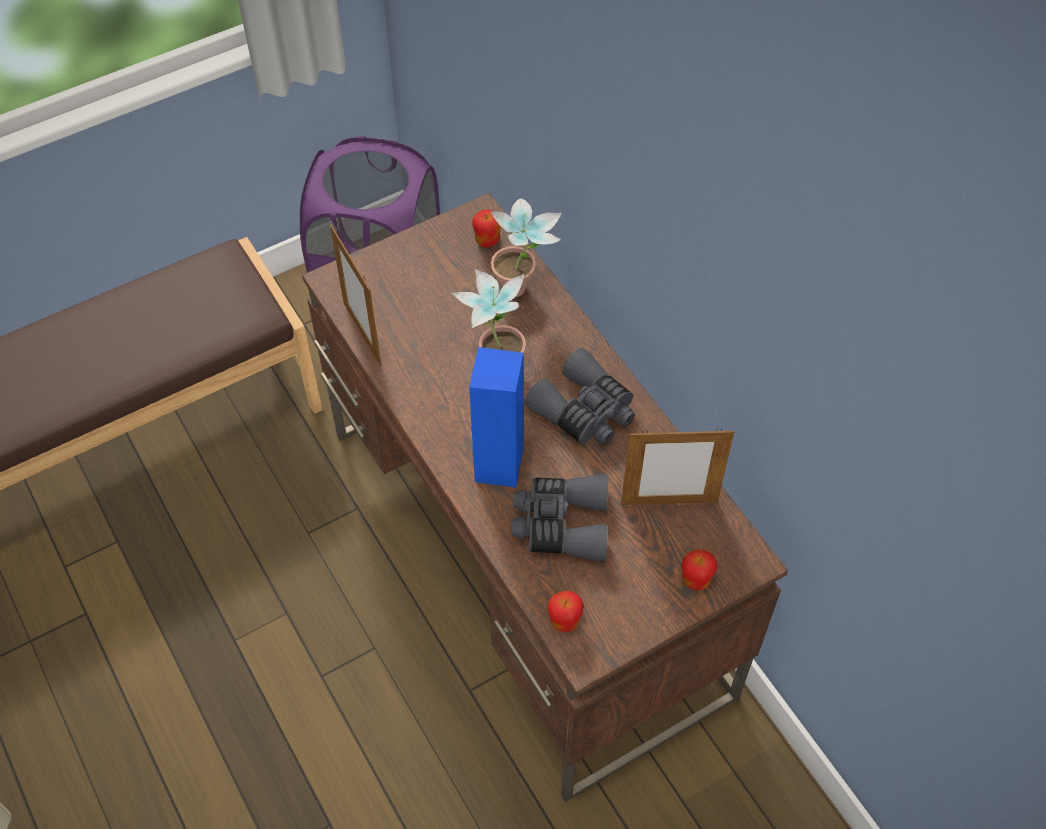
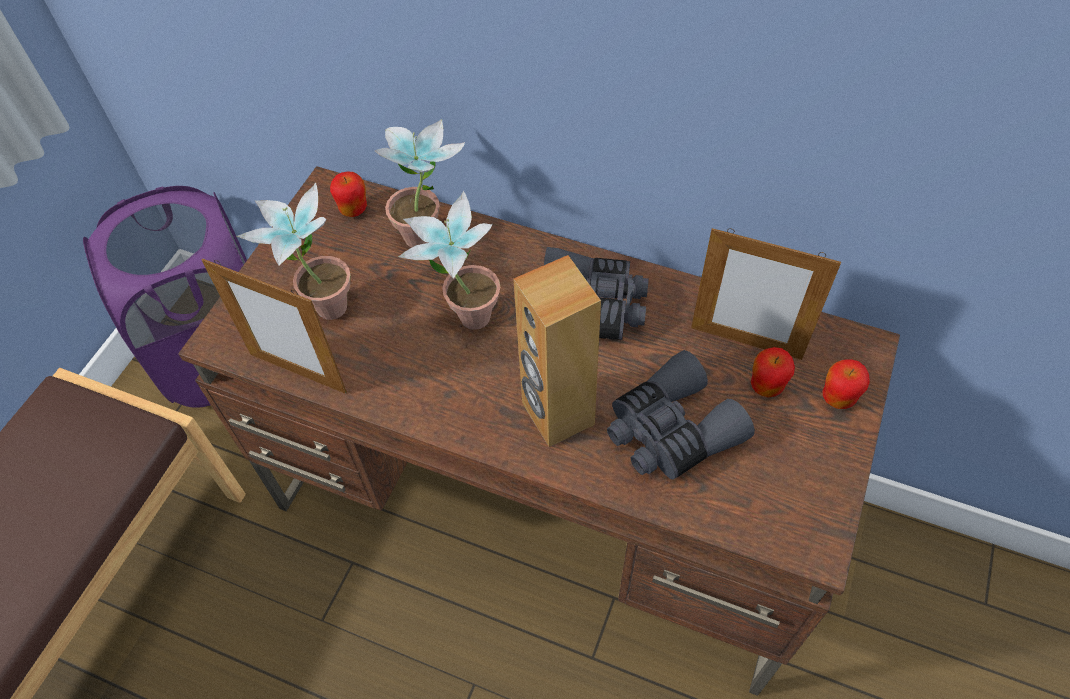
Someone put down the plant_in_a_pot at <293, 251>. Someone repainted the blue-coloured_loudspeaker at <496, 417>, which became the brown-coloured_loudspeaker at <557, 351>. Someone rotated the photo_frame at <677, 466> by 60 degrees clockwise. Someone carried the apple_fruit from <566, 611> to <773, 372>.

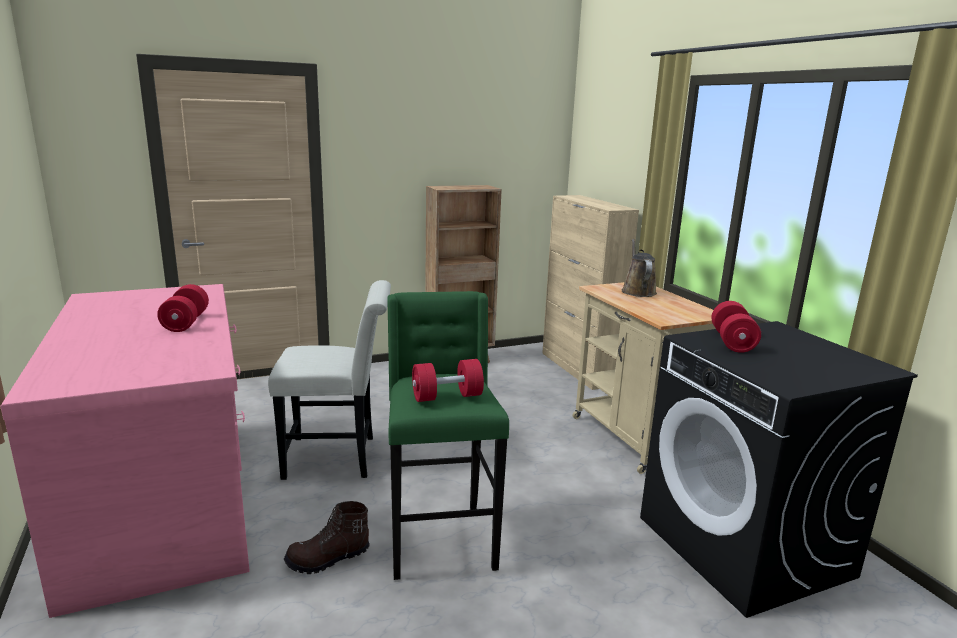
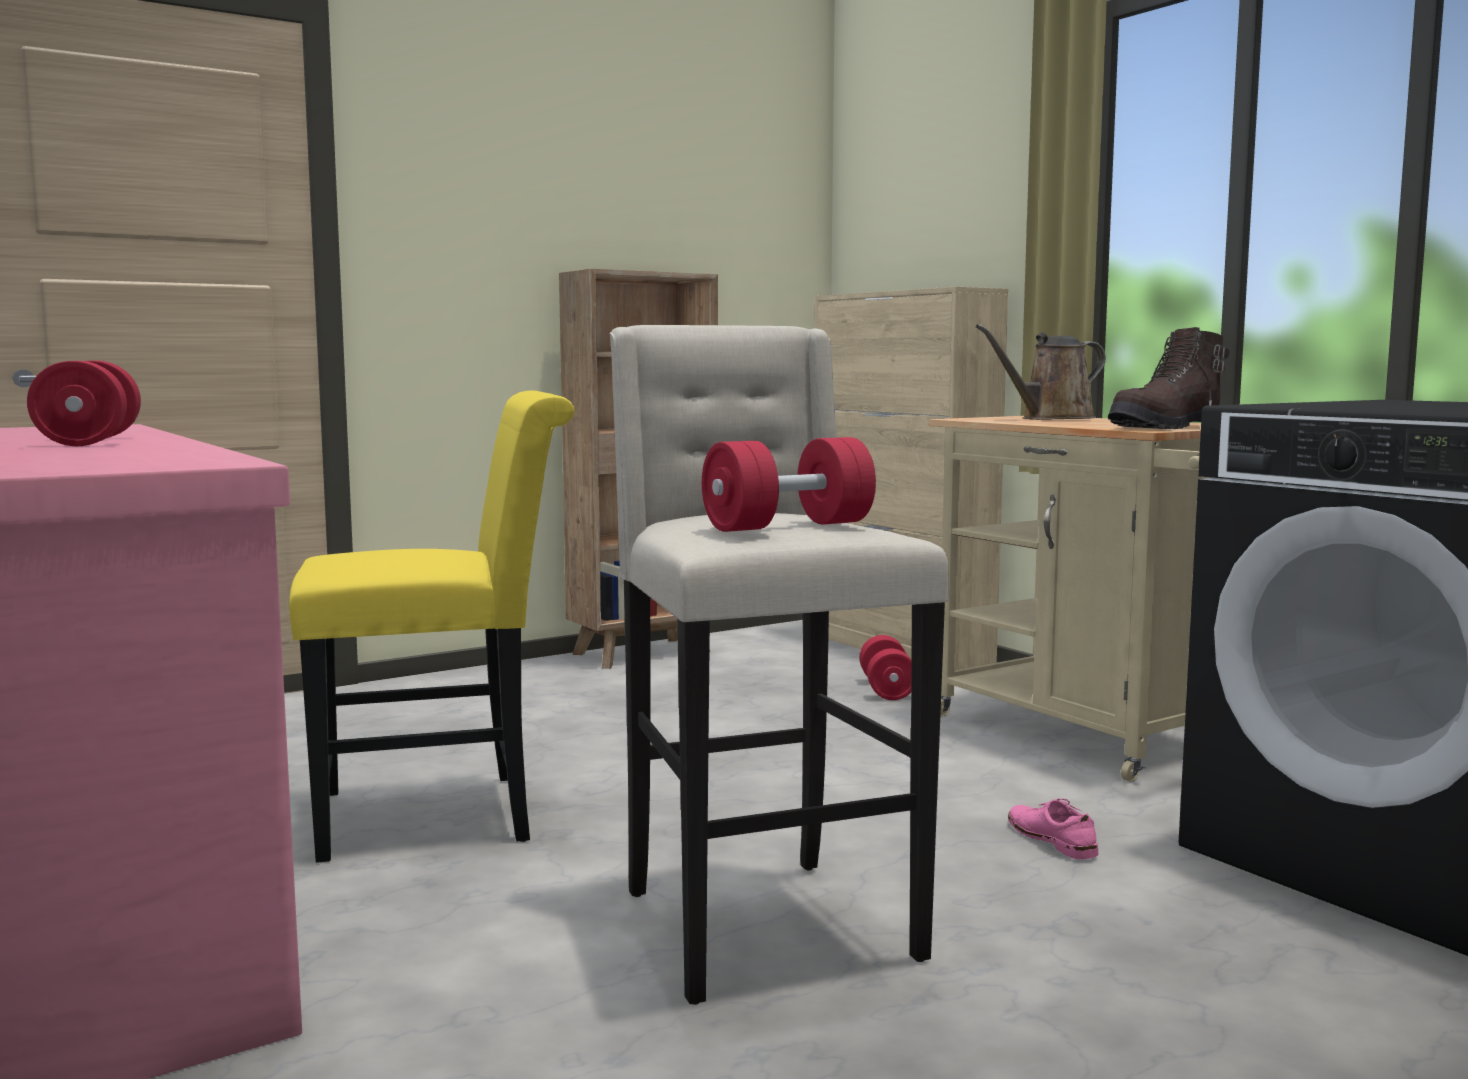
Someone repainted the white-coloured_plain_chair at <329, 380>, which became the yellowish_plain_chair at <432, 626>. Someone repainted the green_stool_seat at <448, 435>, which became the beige-coloured_stool_seat at <779, 665>. Someone carried the red-coloured_dumbbell from <736, 327> to <885, 667>. Someone rotated the brown-coloured_watering_can at <639, 268> by 105 degrees counterclockwise. Someone put down the pinkish_shoe at <1053, 828>. Someone carried the brown-coloured_tall_boot from <327, 537> to <1169, 378>.

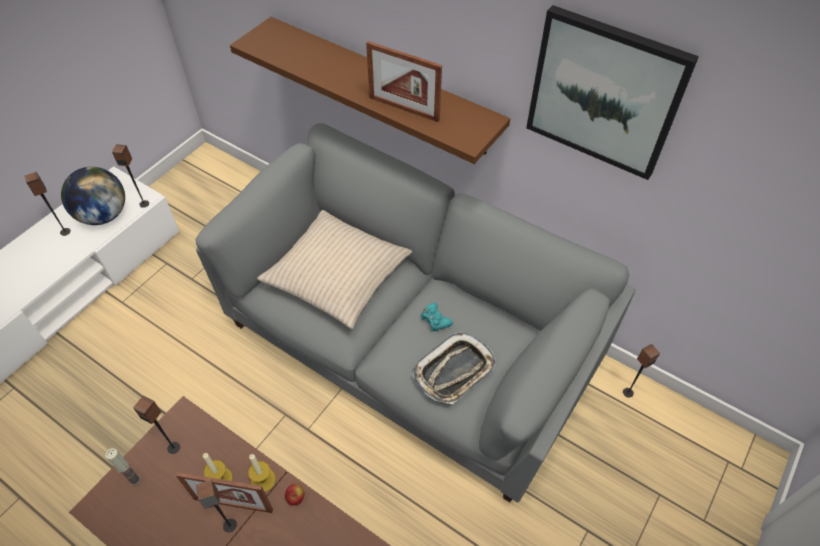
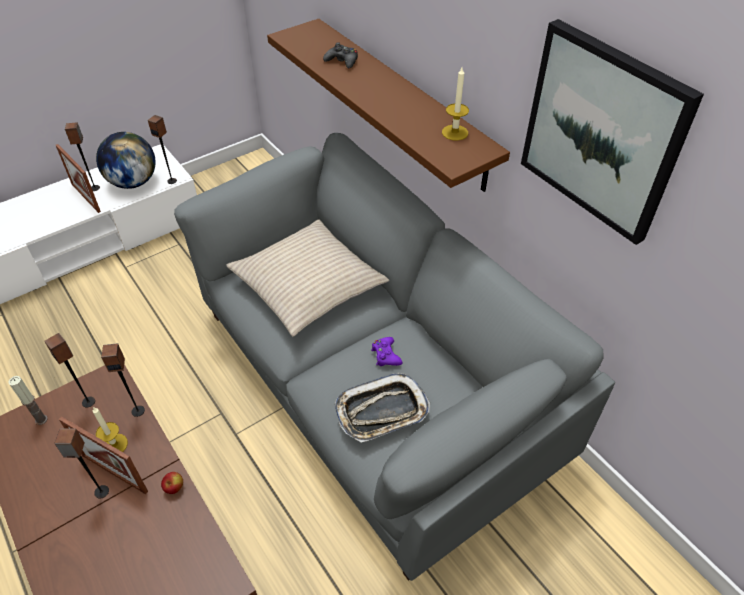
Someone carried the photo_frame from <404, 81> to <78, 178>. Someone carried the loudspeaker from <641, 371> to <123, 380>. Someone put down the black_game_controller at <340, 55>. Someone repainted the turquoise-coloured_game_controller at <437, 317>, which became the purple-coloured_game_controller at <386, 351>. Someone carried the wax_candle from <262, 473> to <455, 104>.

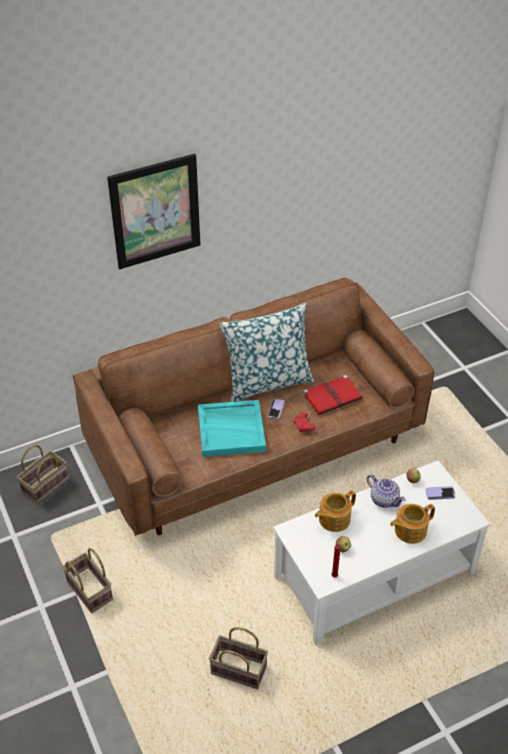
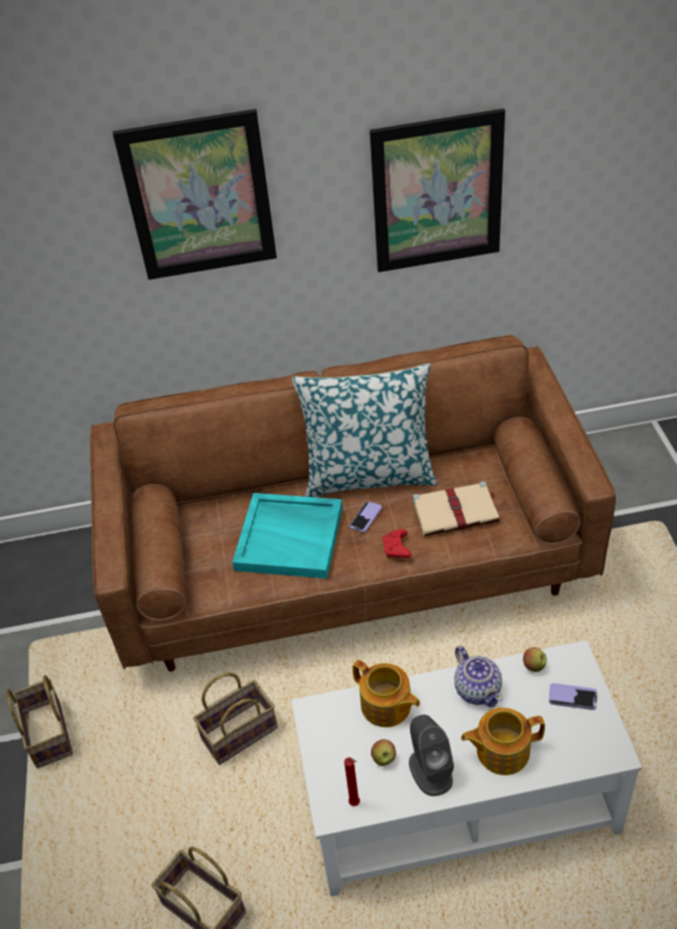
Someone carried the storage_basket from <43, 474> to <235, 718>. Someone rotated the pot_for_tea at <335, 511> by 120 degrees counterclockwise. Someone put up the wall_art at <437, 190>. Someone put down the greyish_loudspeaker at <431, 755>. Someone repainted the red-coloured_book at <332, 395>, which became the beige-coloured_book at <456, 508>.

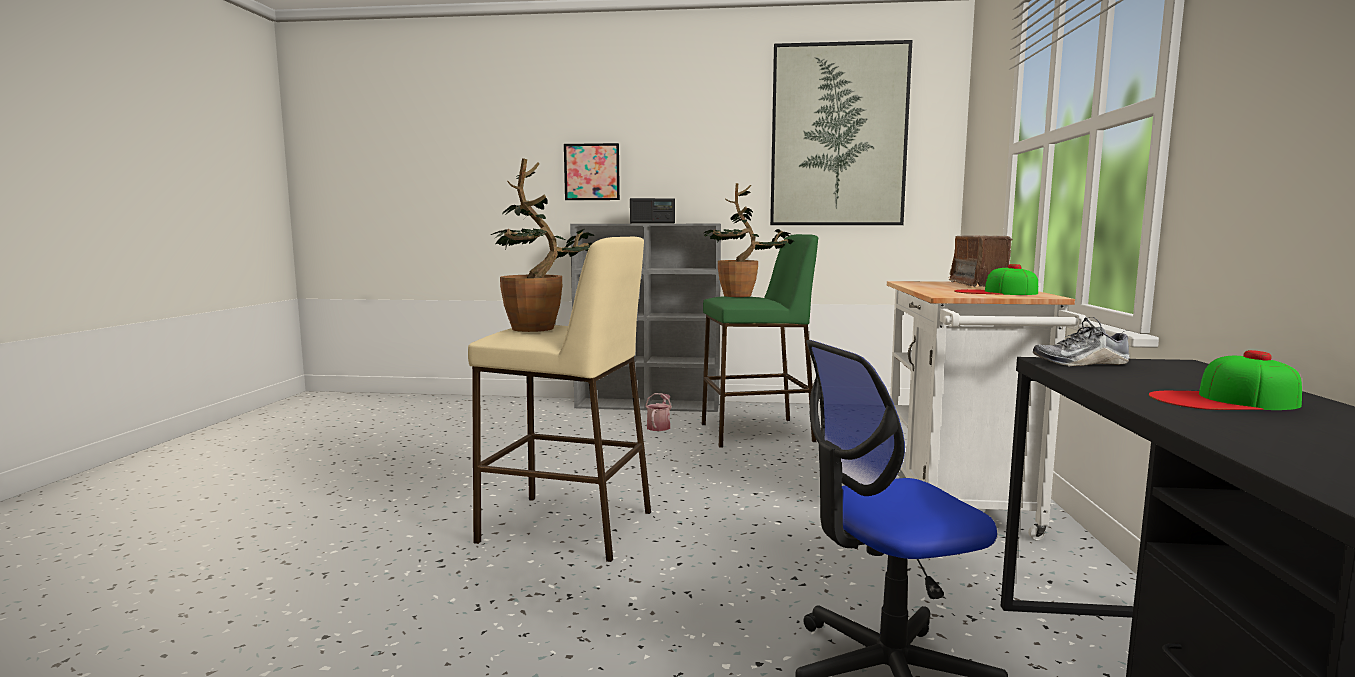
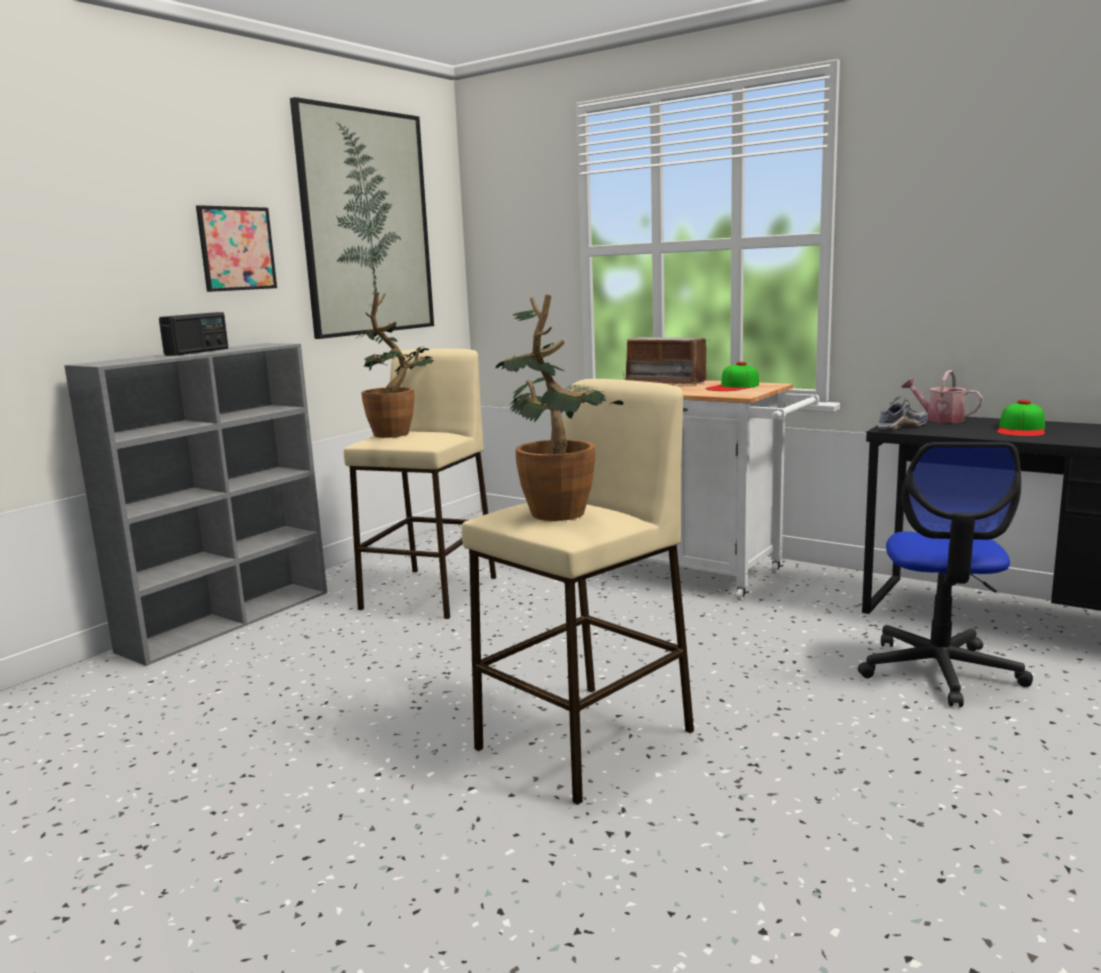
Someone carried the wall_art from <592, 171> to <236, 248>. Someone repainted the green_stool_seat at <760, 341>, which became the beige-coloured_stool_seat at <420, 484>. Someone rotated the shoe at <1081, 342> by 150 degrees counterclockwise. Someone carried the watering_can from <658, 412> to <942, 396>.

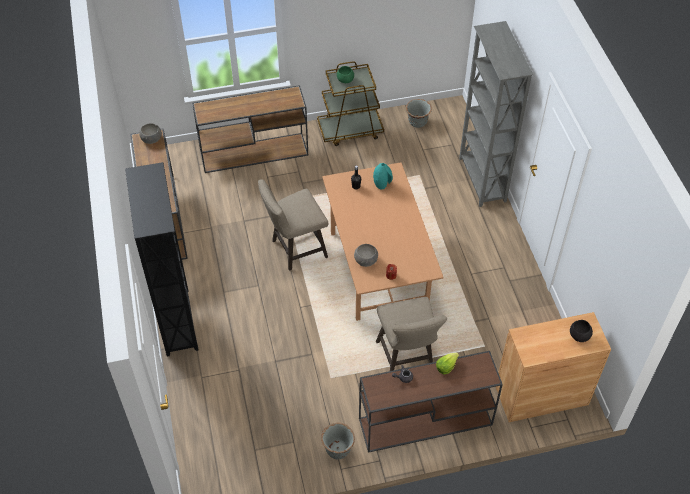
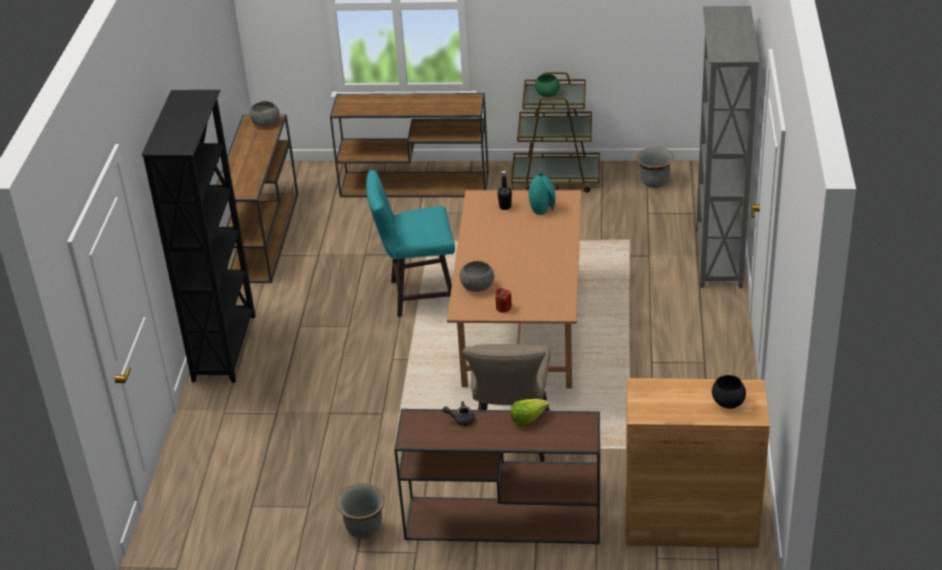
Someone repainted the beige-coloured_stool_seat at <293, 225>, which became the turquoise-coloured_stool_seat at <410, 243>.

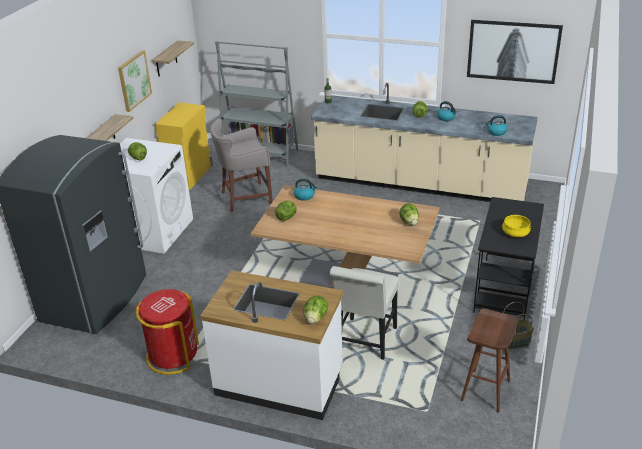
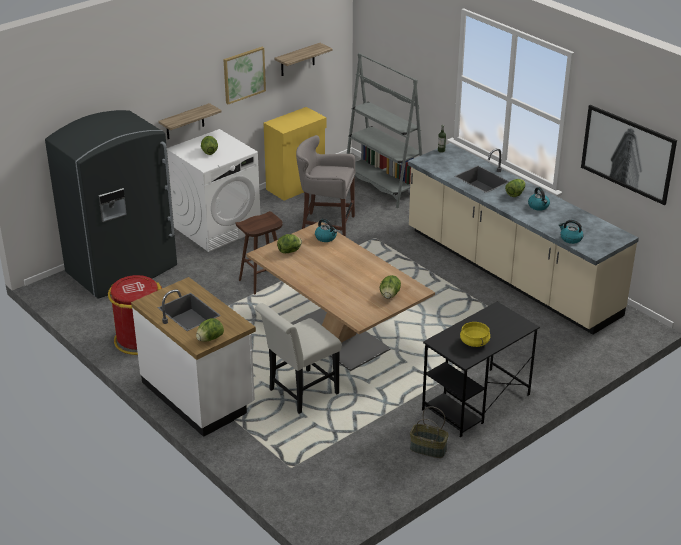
Someone carried the brown-coloured_stool_seat from <489, 360> to <259, 252>.

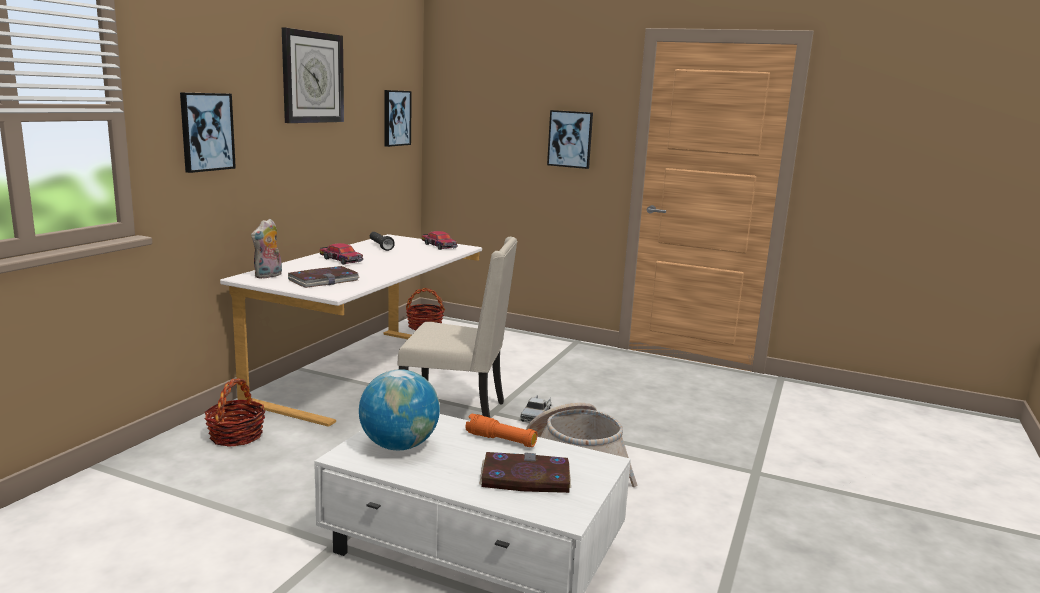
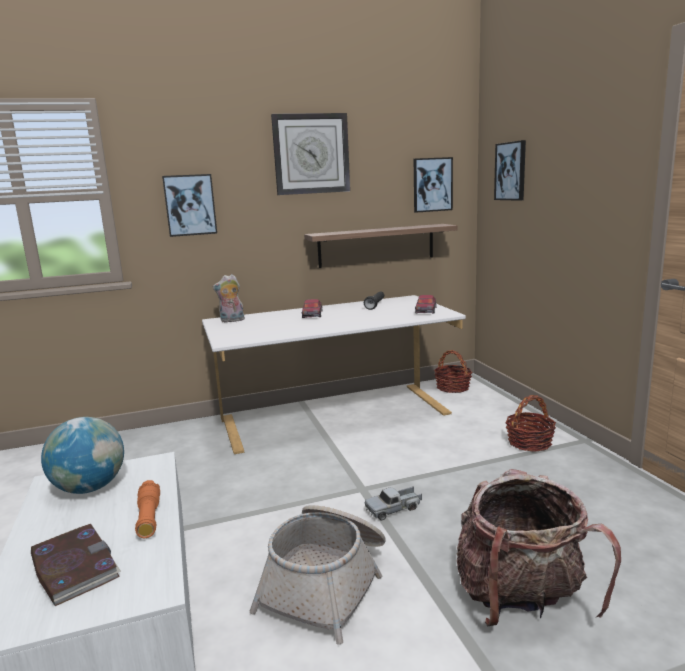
Someone put up the shelf at <380, 246>. Someone put down the knapsack at <538, 548>. Someone carried the wall_art from <570, 139> to <510, 170>. Someone carried the storage_basket from <235, 412> to <530, 423>. Someone took away the book at <323, 277>. Someone took away the beige-coloured_plain_chair at <458, 327>.

